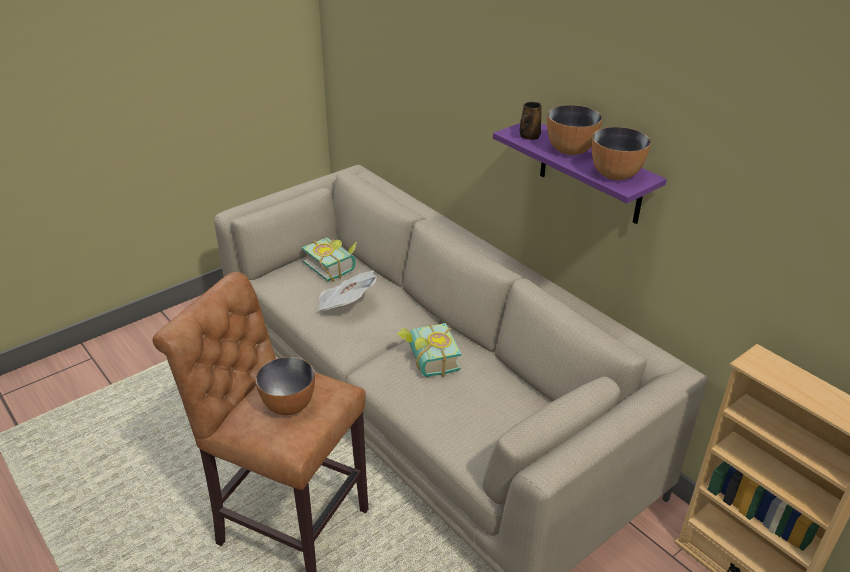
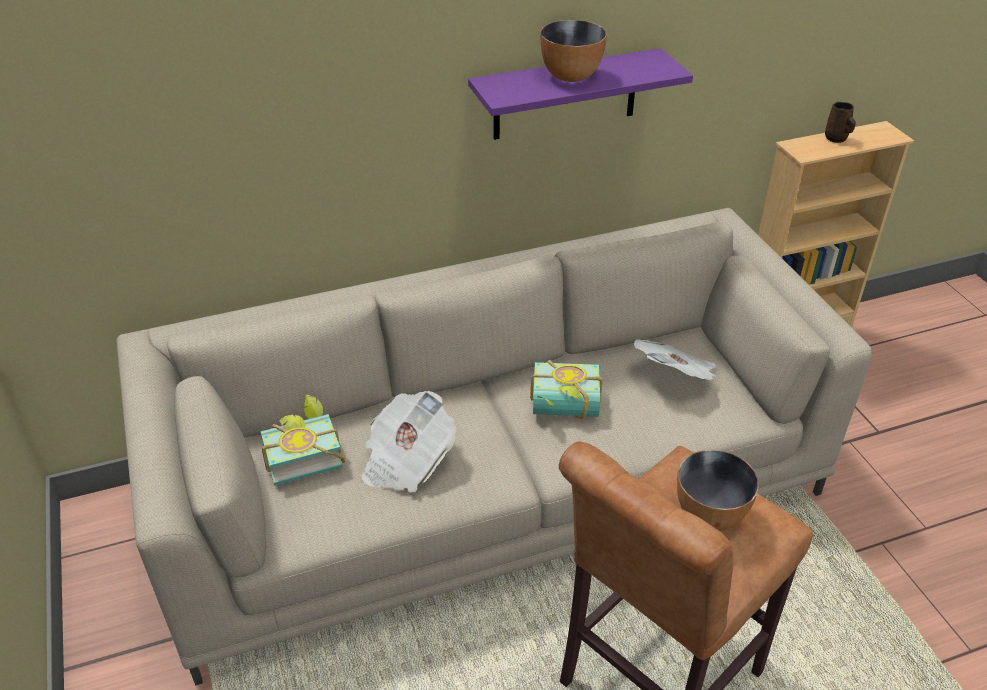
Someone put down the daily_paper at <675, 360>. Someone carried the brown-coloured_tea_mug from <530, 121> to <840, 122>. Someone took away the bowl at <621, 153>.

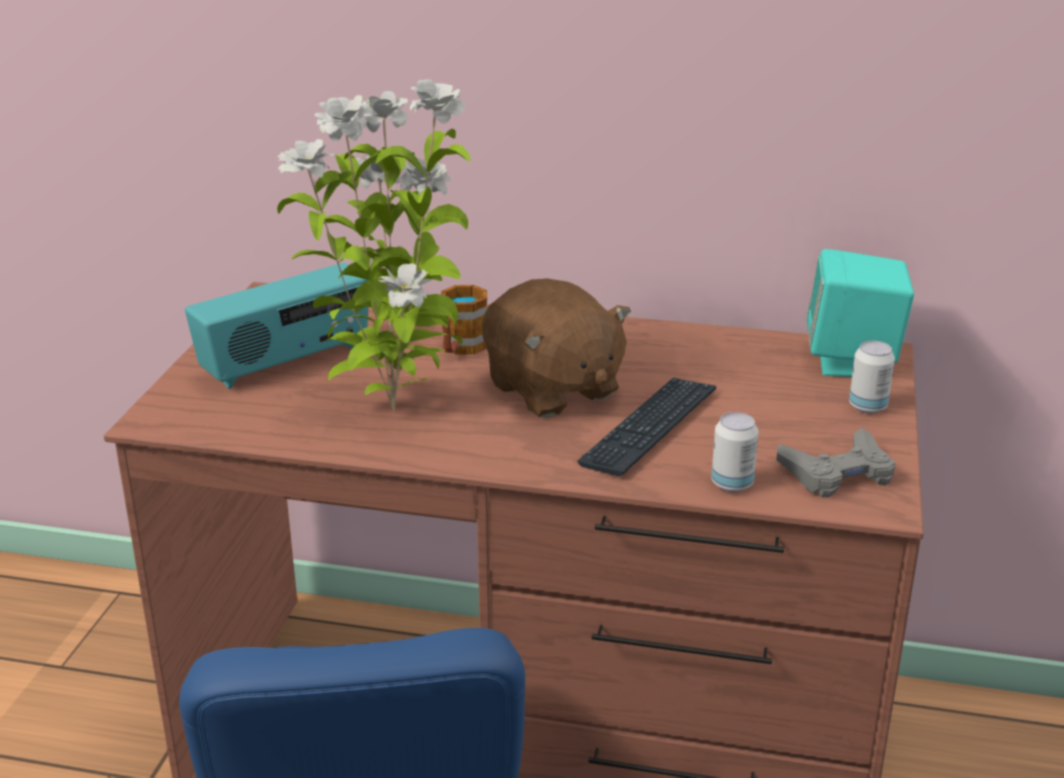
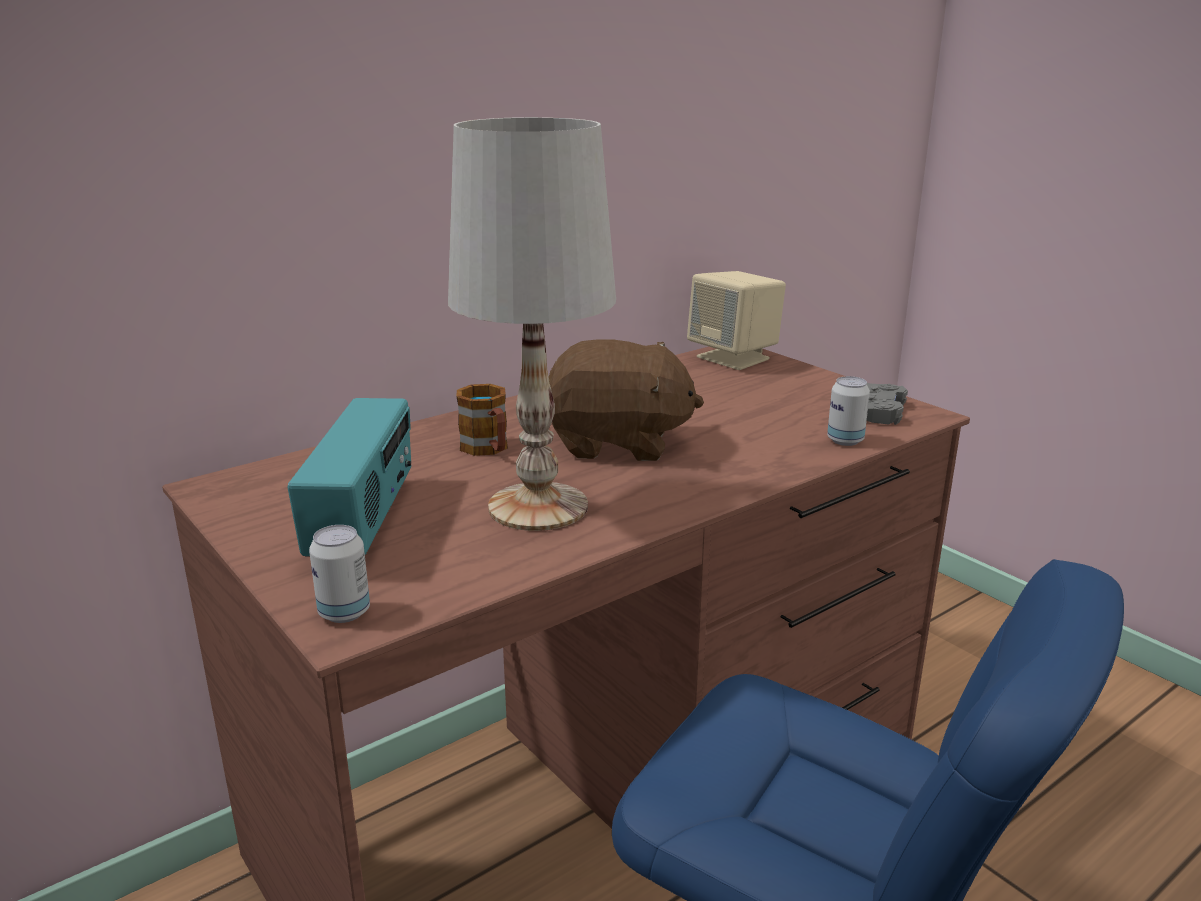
Someone carried the metal_can from <872, 377> to <339, 574>. Someone swapped the plant_in_a_pot at <374, 245> for the white-coloured_table_lamp at <532, 324>. Someone repainted the turquoise-coloured_loudspeaker at <860, 313>, which became the beige-coloured_loudspeaker at <736, 320>. Someone took away the PC_keyboard at <647, 426>.

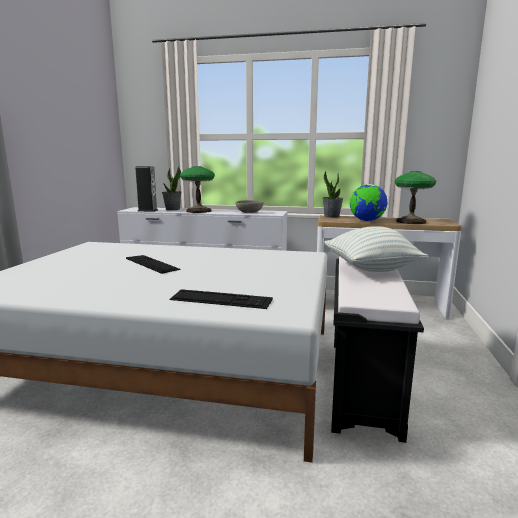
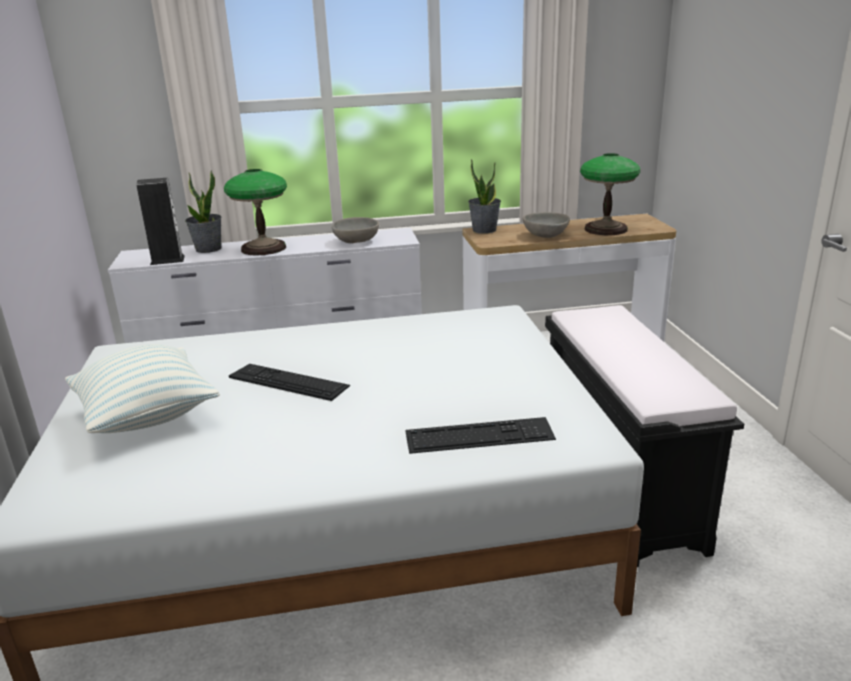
Someone carried the cushion from <376, 249> to <142, 388>. Someone swapped the world_globe at <369, 202> for the greyish_bowl at <546, 225>.

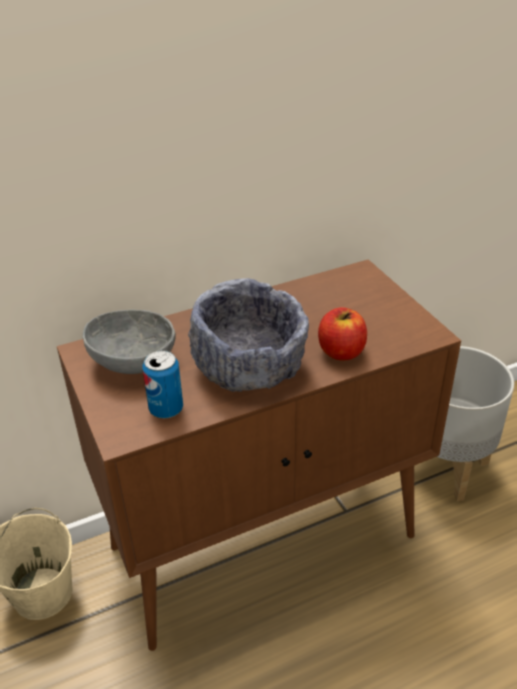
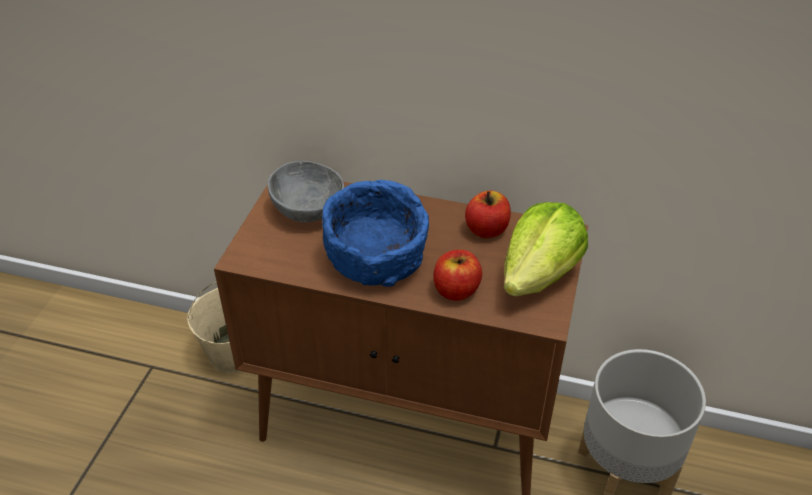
Someone repainted the greyish_bowl at <248, 335>, which became the blue-coloured_bowl at <375, 233>. Someone put down the apple_fruit at <488, 214>. Someone put down the lettuce_head at <546, 249>. Someone took away the metal_can at <162, 384>.

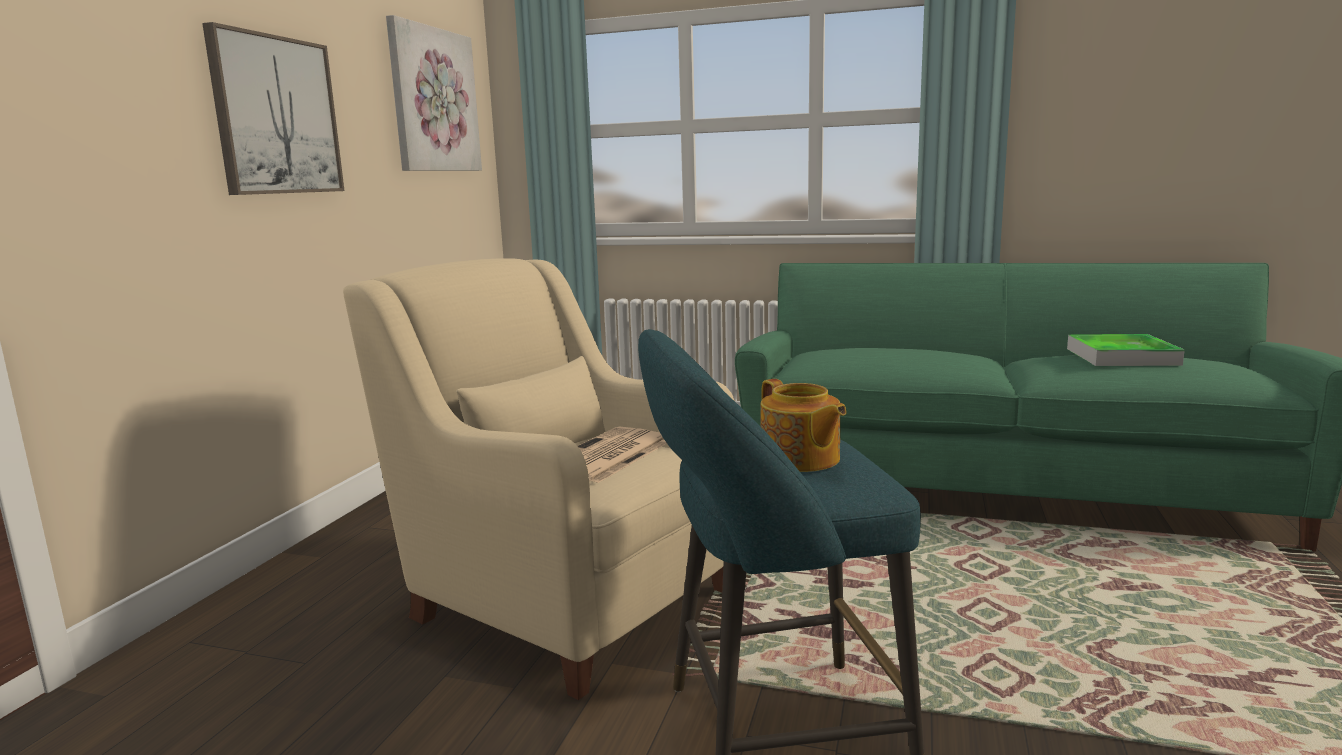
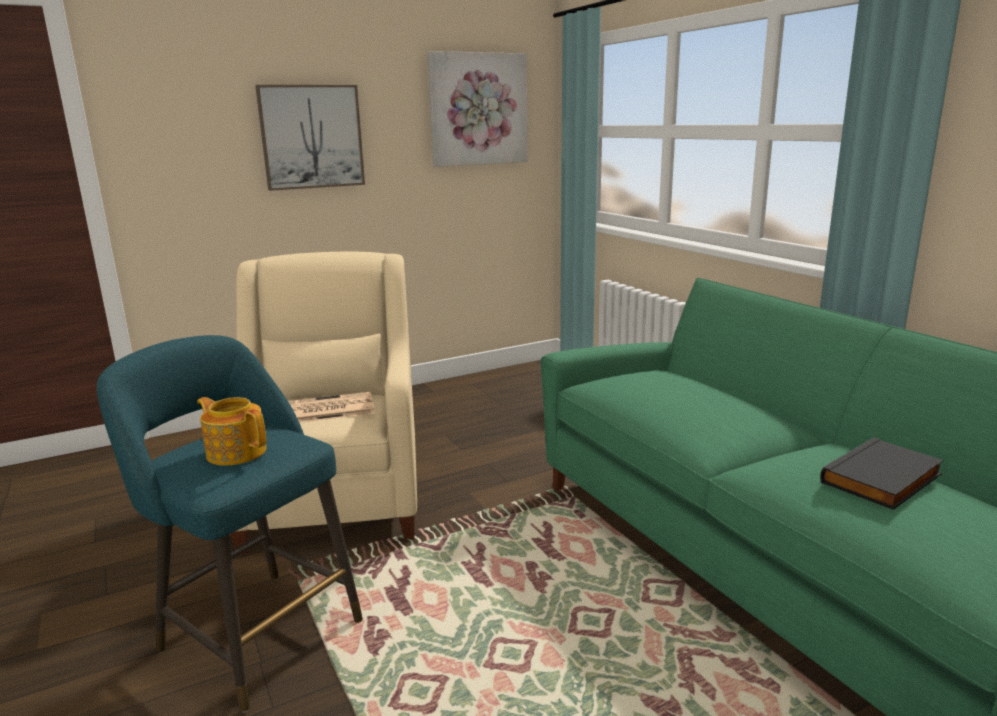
Someone rotated the pot_for_tea at <803, 425> by 105 degrees clockwise. Someone swapped the serving_tray at <1126, 350> for the black_book at <882, 473>.

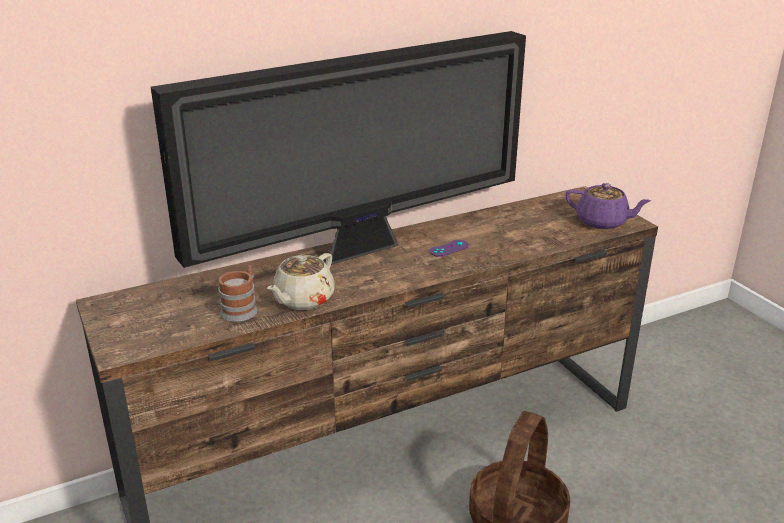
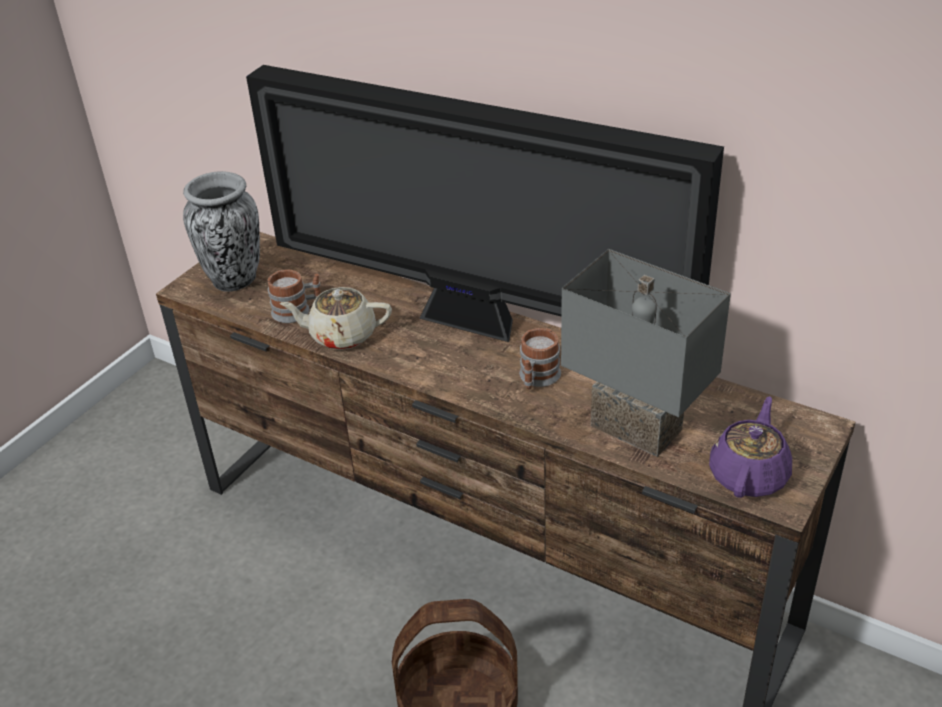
Someone put down the vase at <221, 231>. Someone swapped the purple-coloured_game_controller at <449, 248> for the tea_mug at <540, 358>. Someone put down the greyish_table_lamp at <646, 353>. Someone rotated the purple-coloured_pot_for_tea at <608, 206> by 150 degrees counterclockwise.

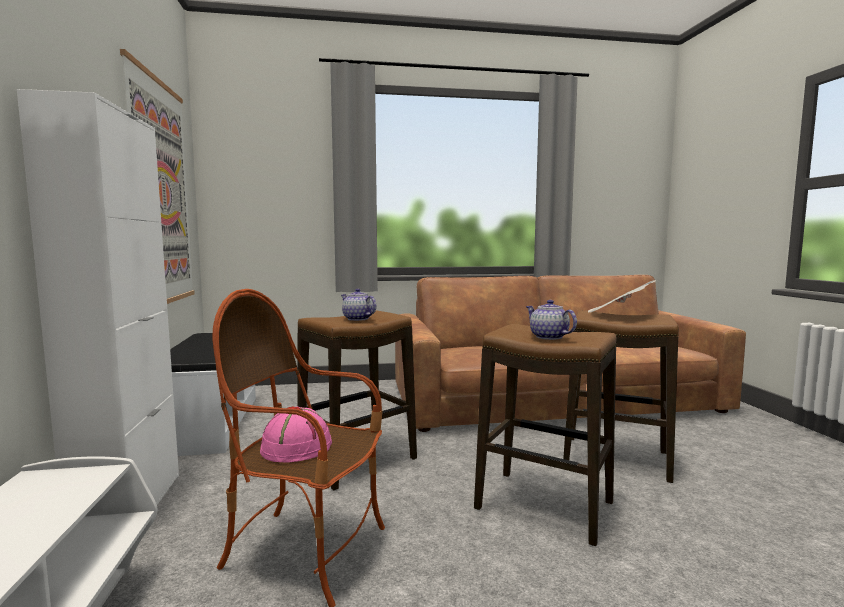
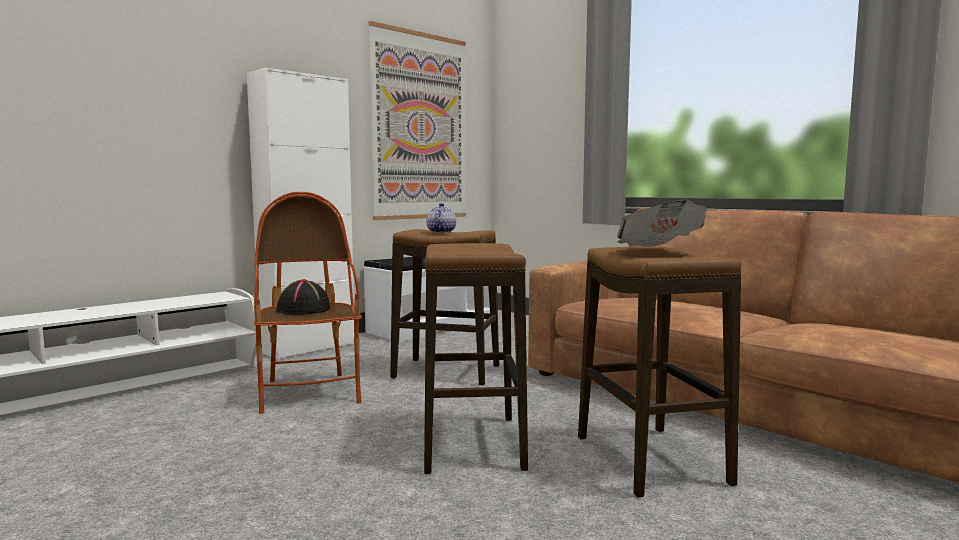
Someone repainted the pinkish_clothing_hat at <296, 434>, which became the black_clothing_hat at <303, 297>. Someone took away the pot_for_tea at <551, 320>.

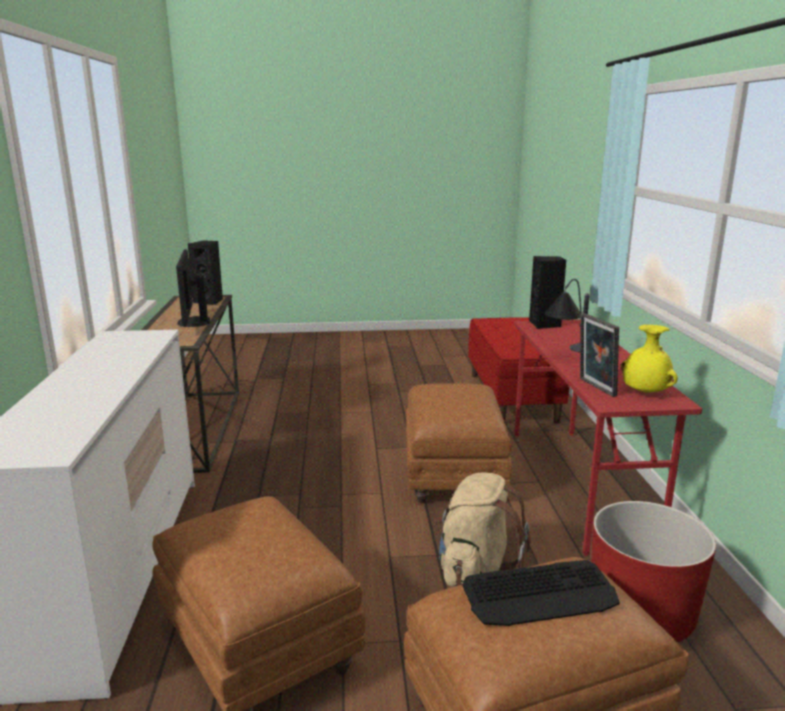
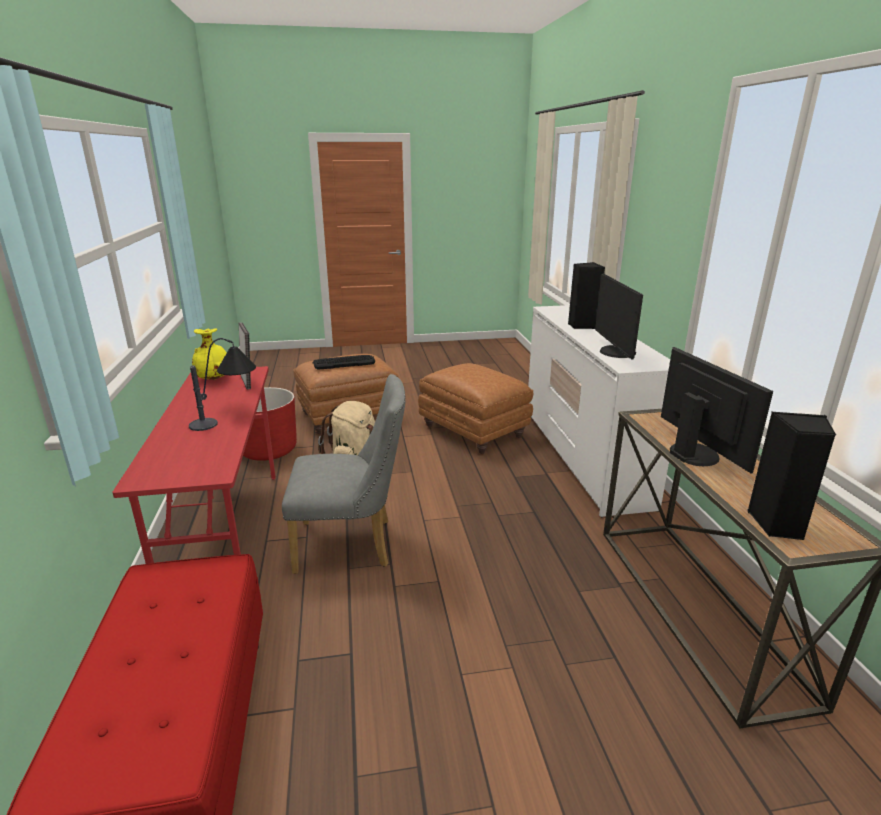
Someone swapped the brown-coloured_pouffe at <459, 443> for the greyish_plain_chair at <343, 474>. Someone carried the black_loudspeaker from <547, 292> to <586, 295>. Someone put down the computer_screen at <619, 316>.

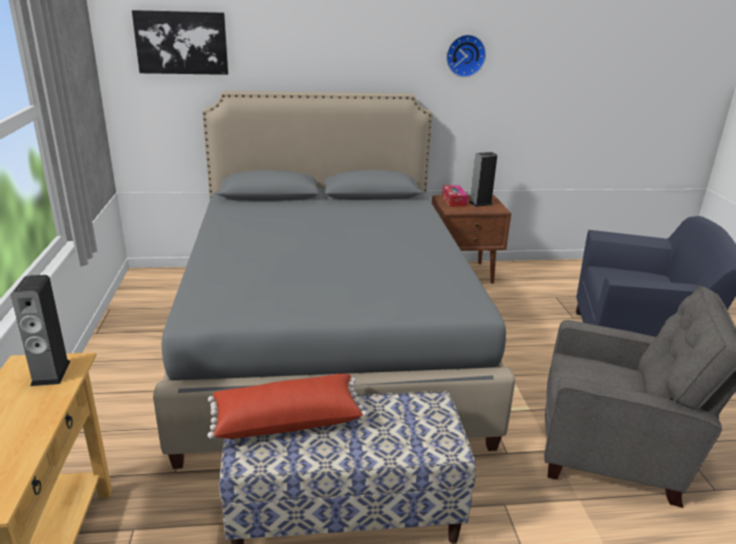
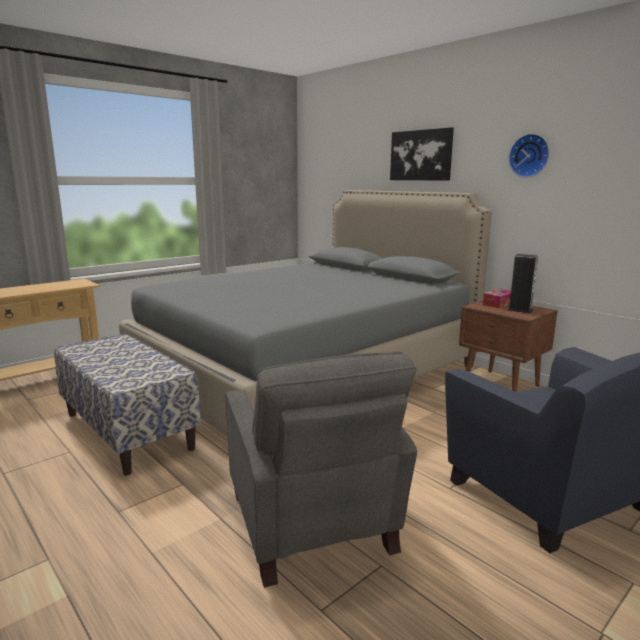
Someone carried the wall_art from <180, 42> to <422, 154>. Someone took away the loudspeaker at <41, 330>. Someone took away the red-coloured_cushion at <287, 406>.

